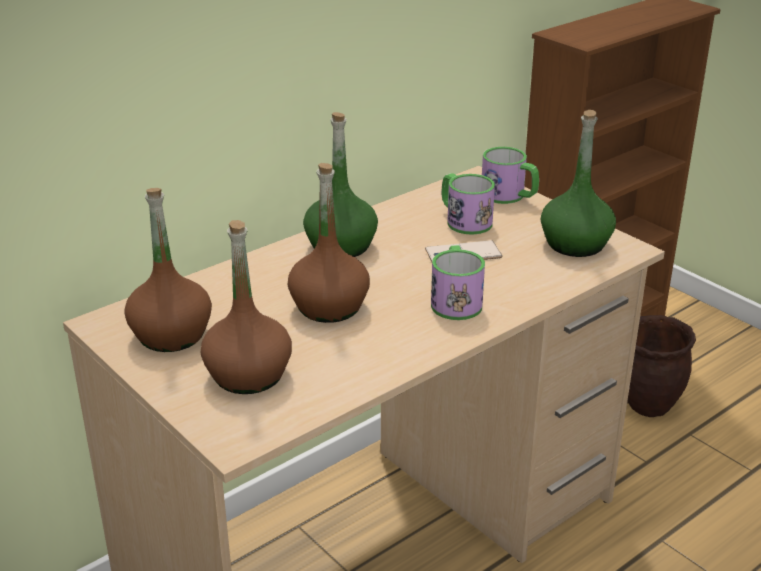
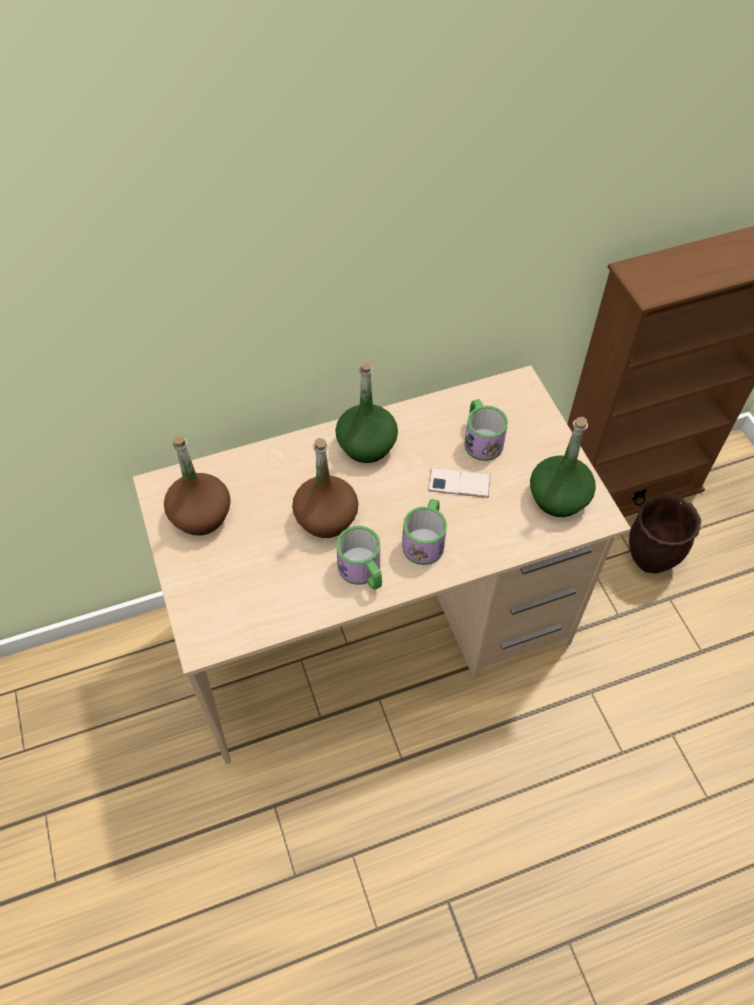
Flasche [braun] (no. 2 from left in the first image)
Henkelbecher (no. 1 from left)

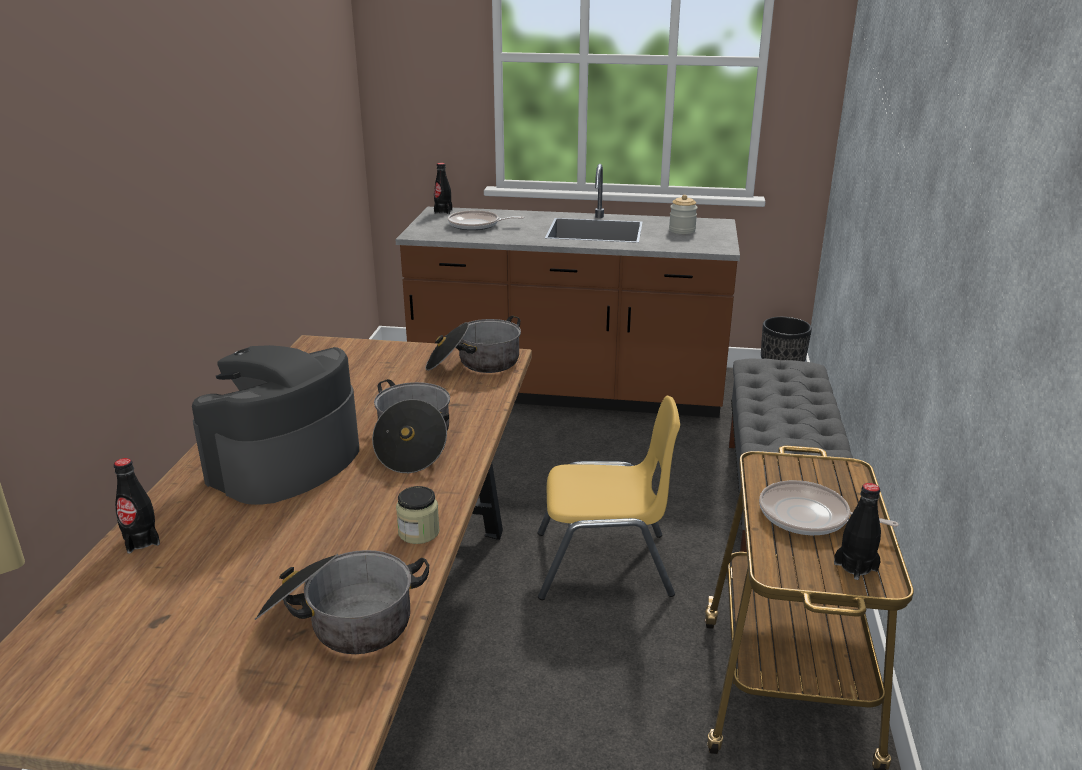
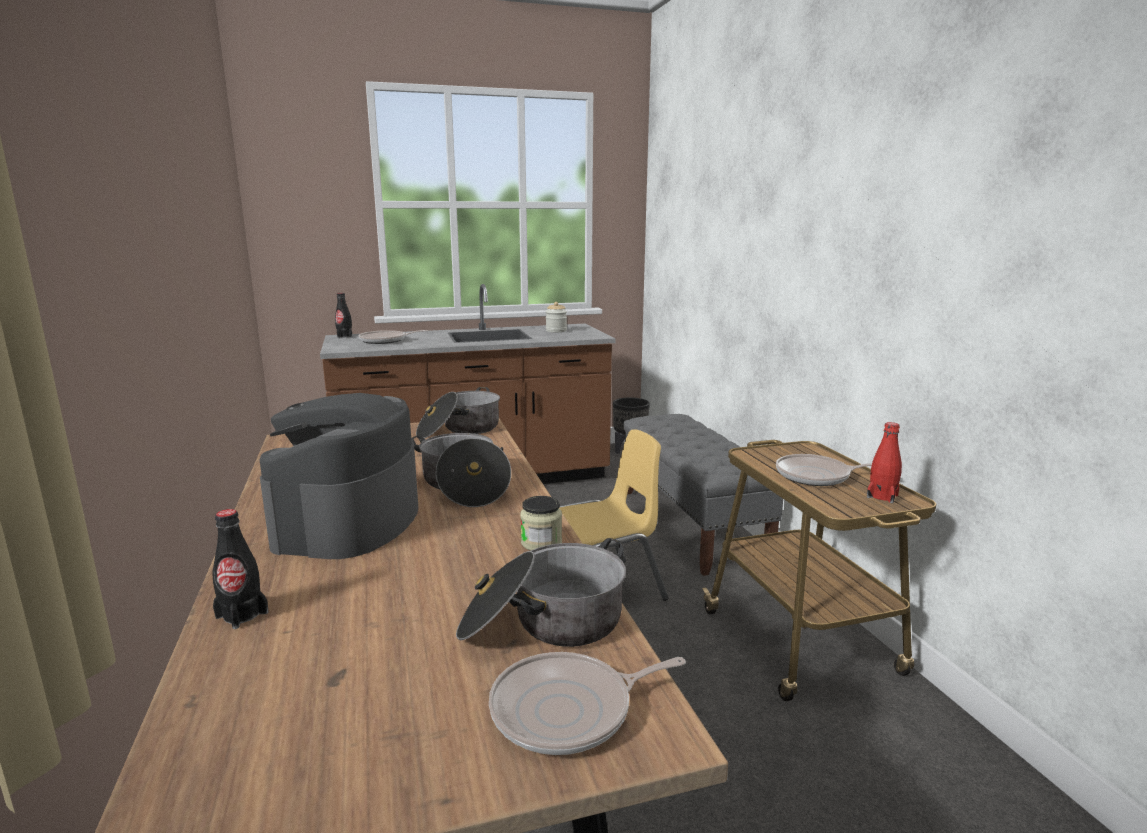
Pfanne (no. 2 from left)
Flasche [rot]

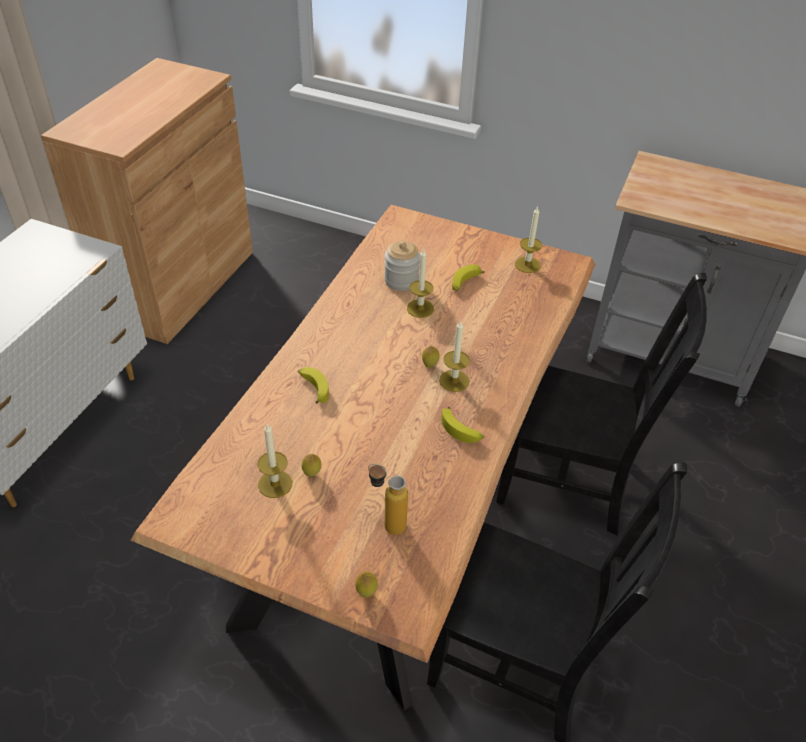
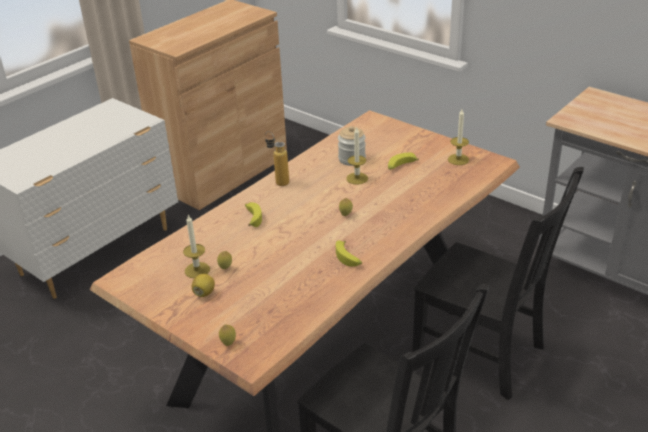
Kerze (no. 3 from left in the first image)
Zitrone (no. 1 from left)
Flasche

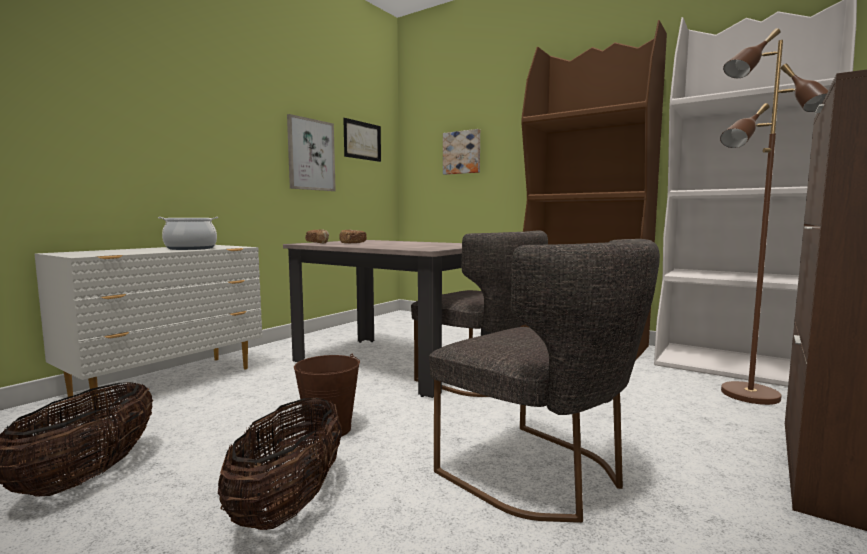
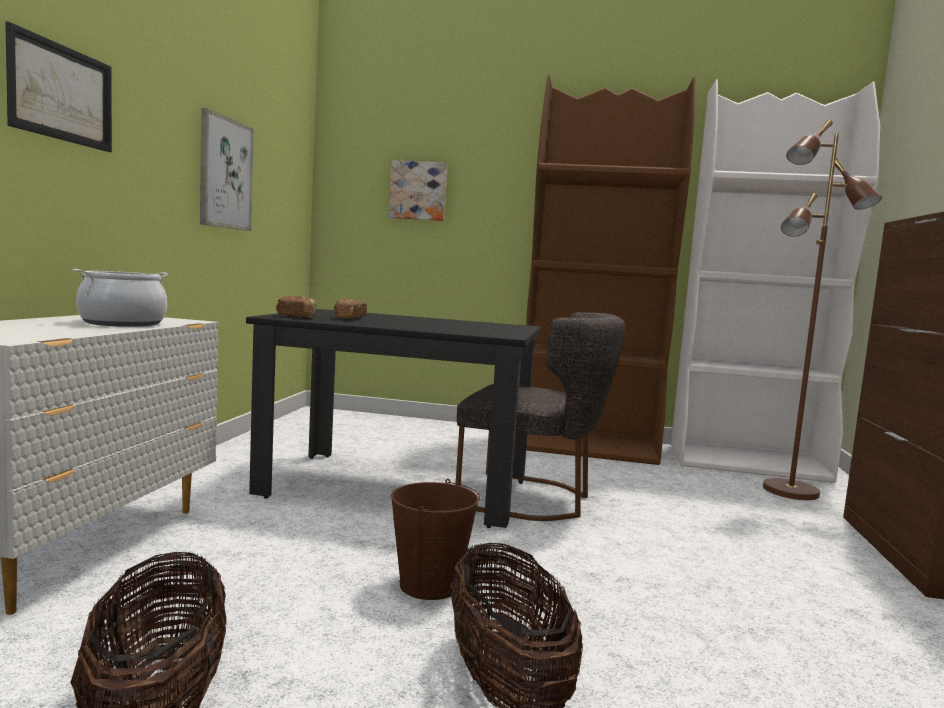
Stuhl [grau] (no. 2 from left in the first image)
Bild (no. 1 from left)
Esstisch [schwarz]

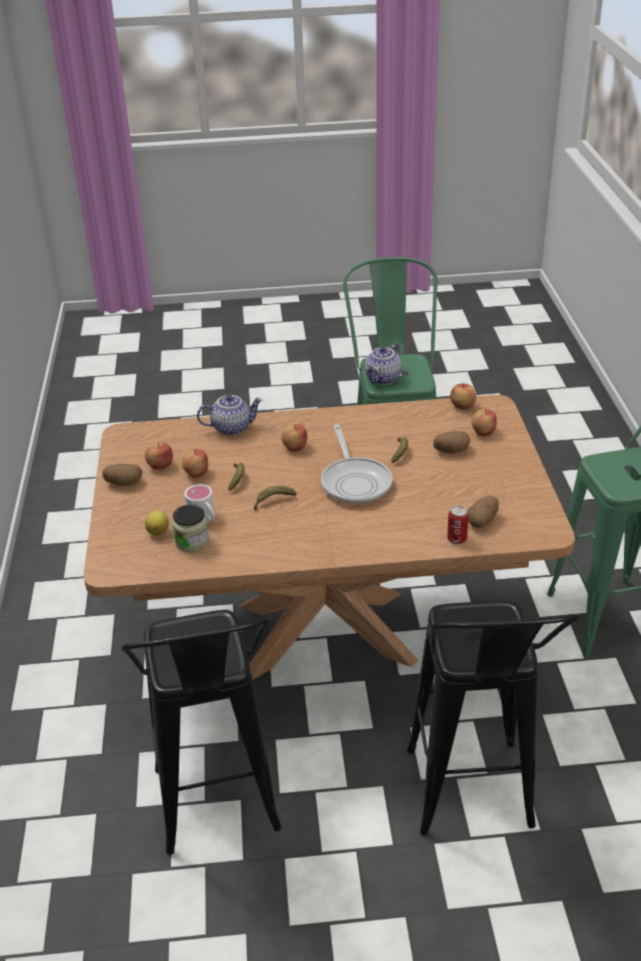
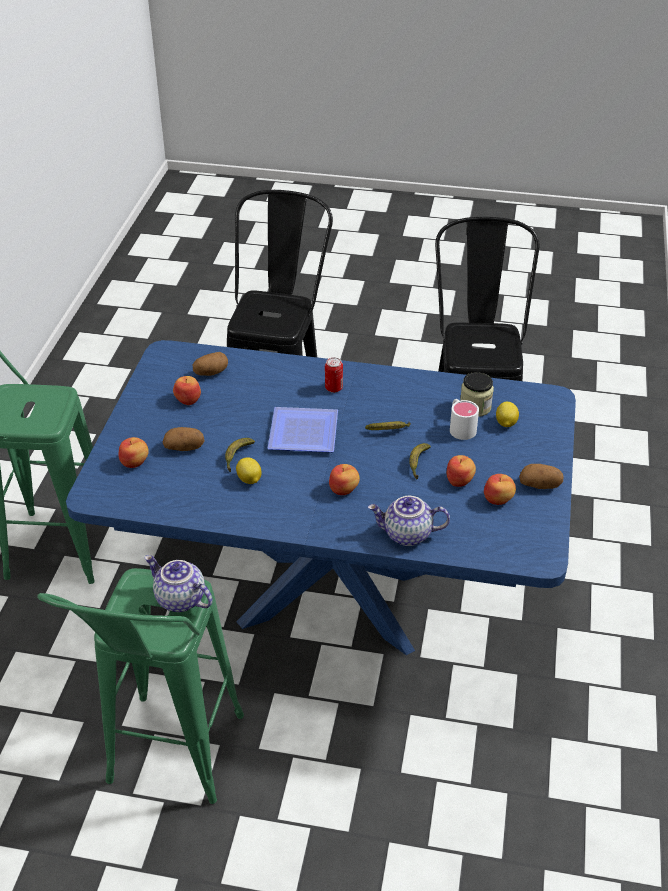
Zitrone (no. 1 from left)
Dose
Apfel (no. 2 from left)
Teller
Esstisch [blau]
Teekanne (no. 1 from left)

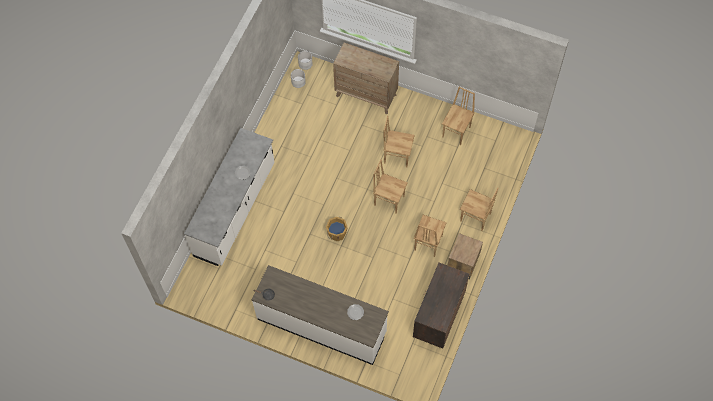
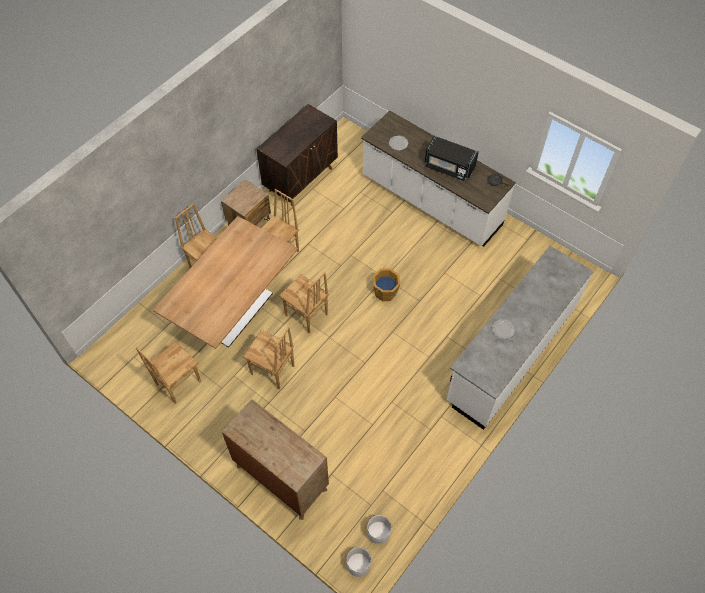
Esstisch [braun]
Mikrowelle [schwarz]

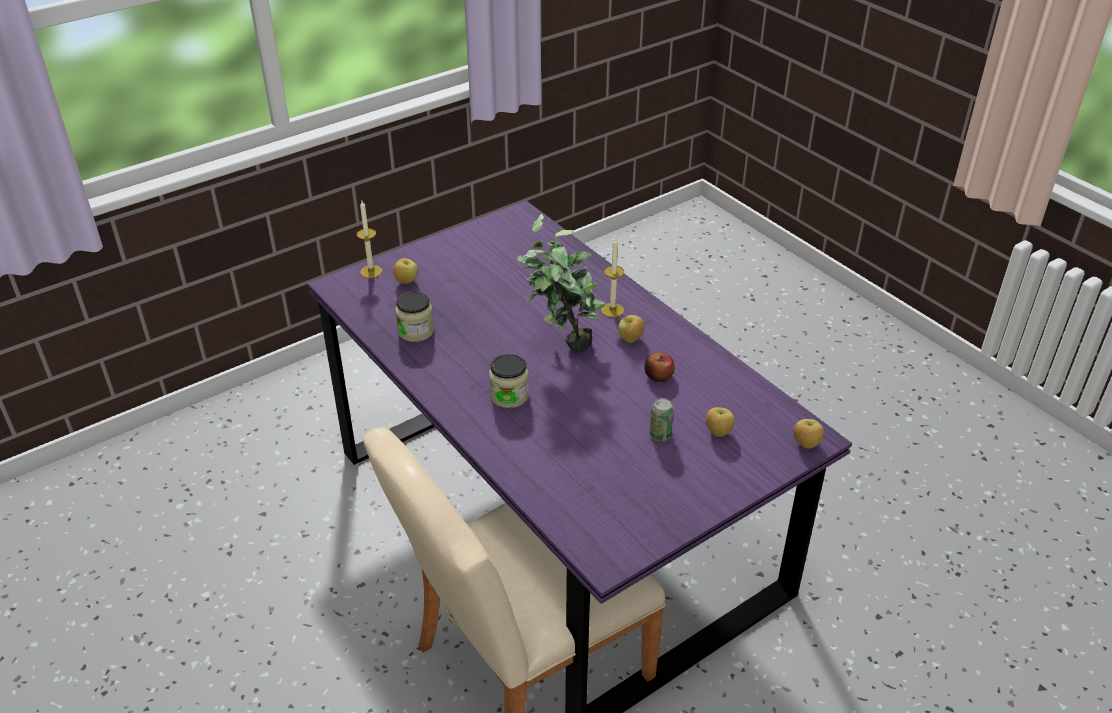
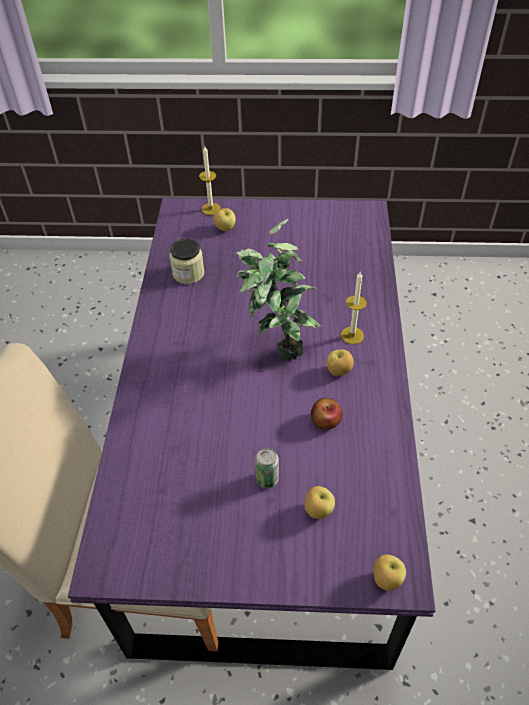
Vorratsglas (no. 2 from left in the first image)

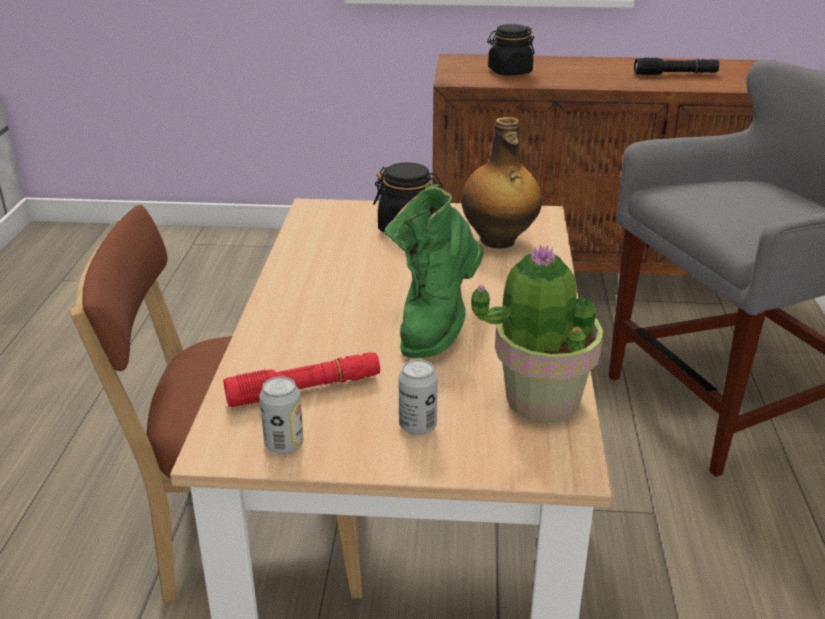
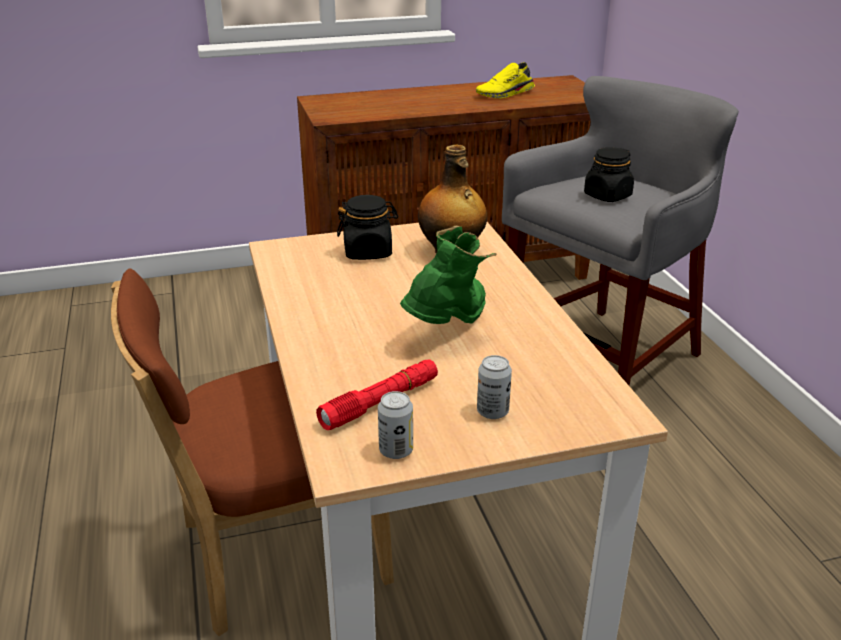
Topfpflanze
Vorratsglas [schwarz] (no. 2 from left)
Schuh [gelb]
Stiefel [grün]

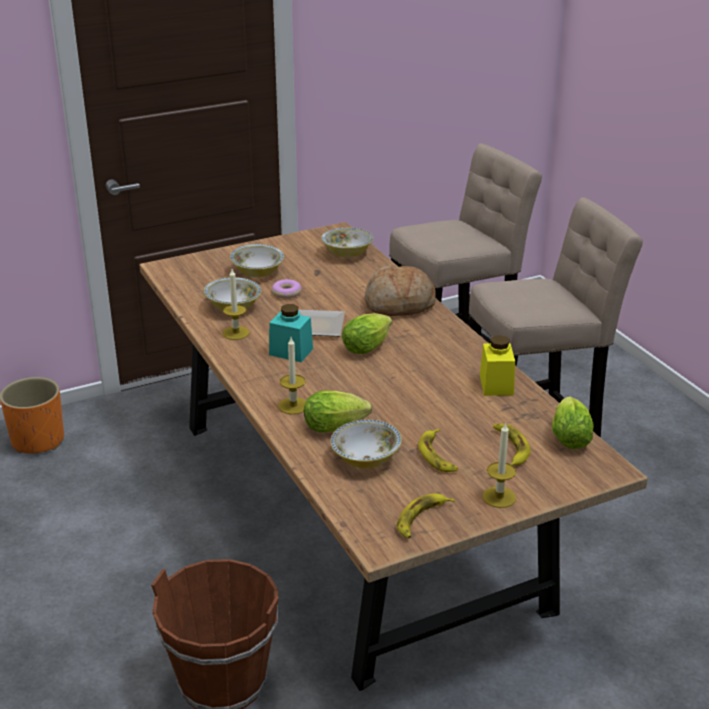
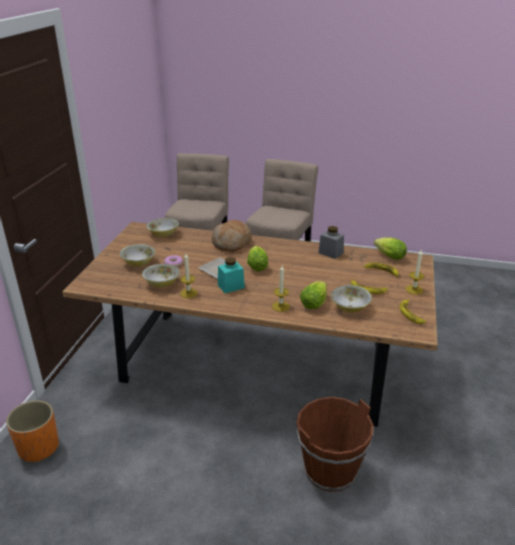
Vorratsglas [grau]

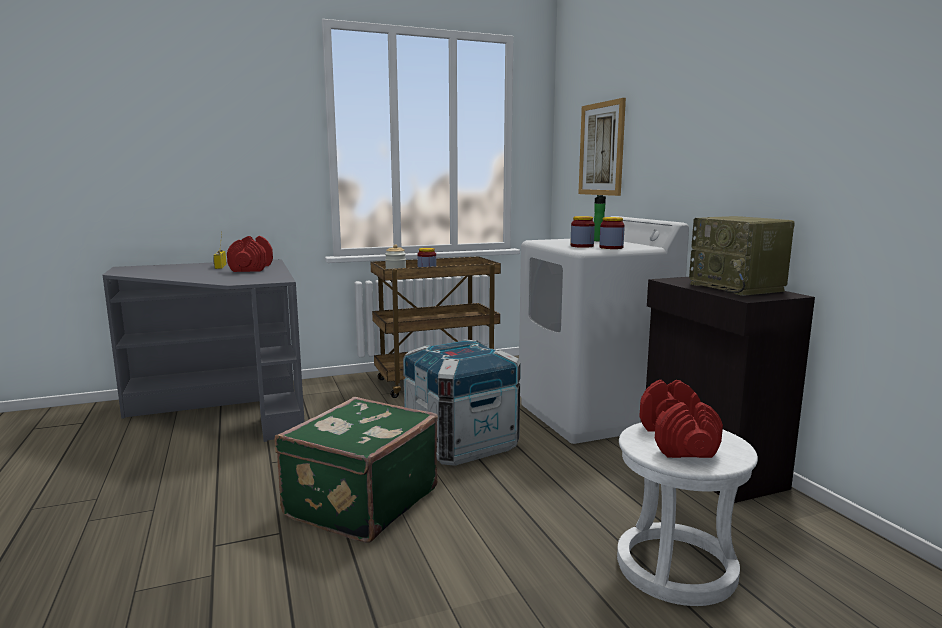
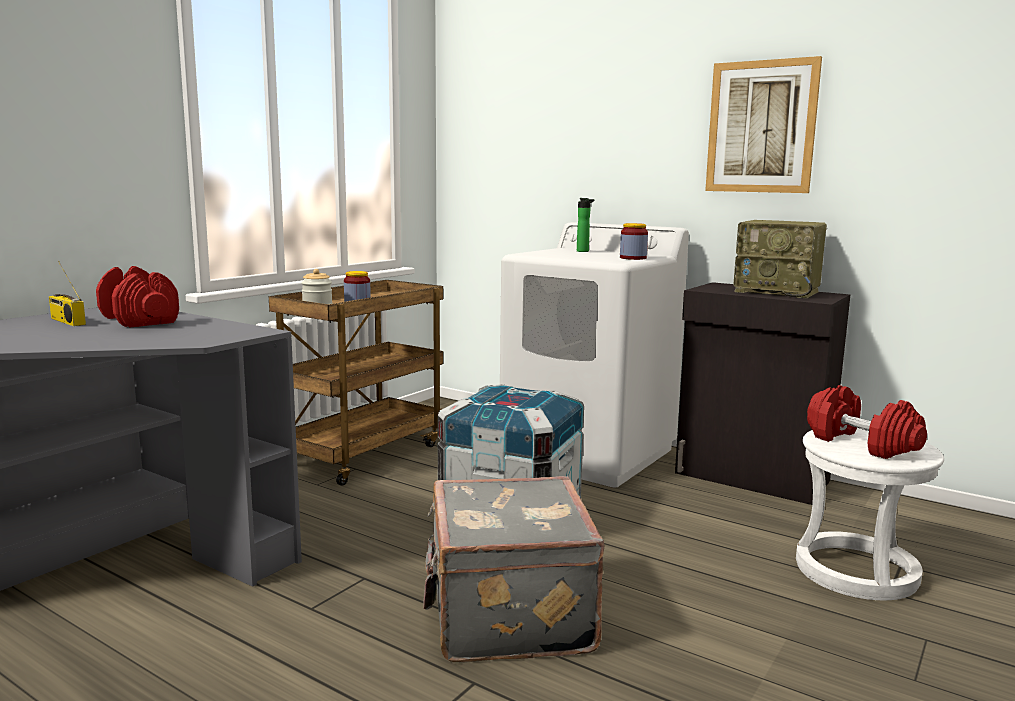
Vorratsglas (no. 3 from left in the first image)
Bild
Koffer [grau]

